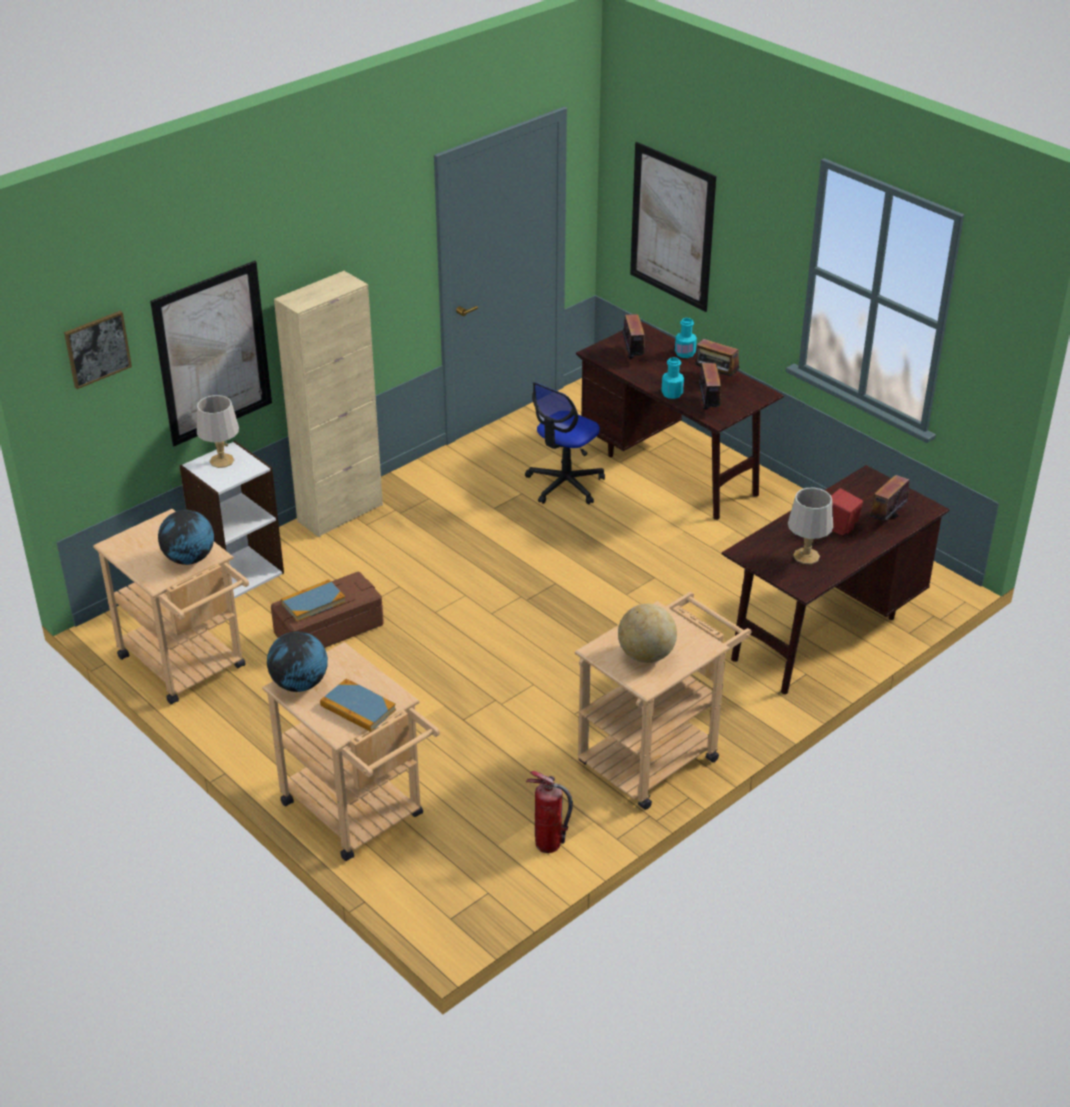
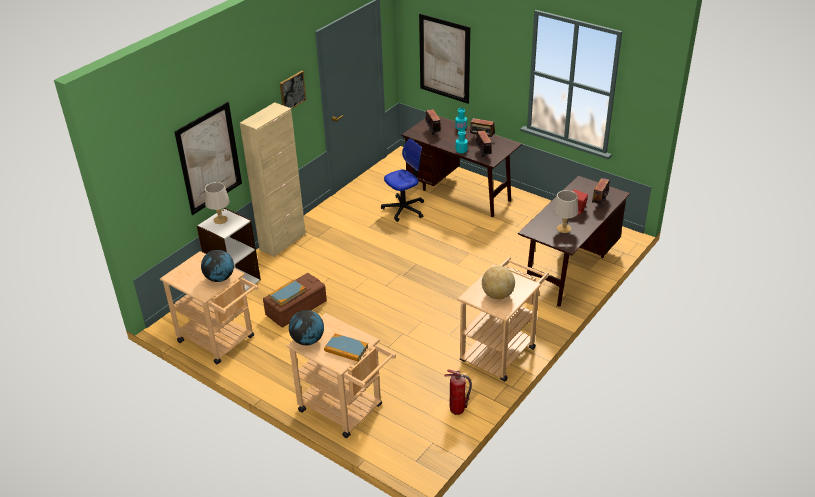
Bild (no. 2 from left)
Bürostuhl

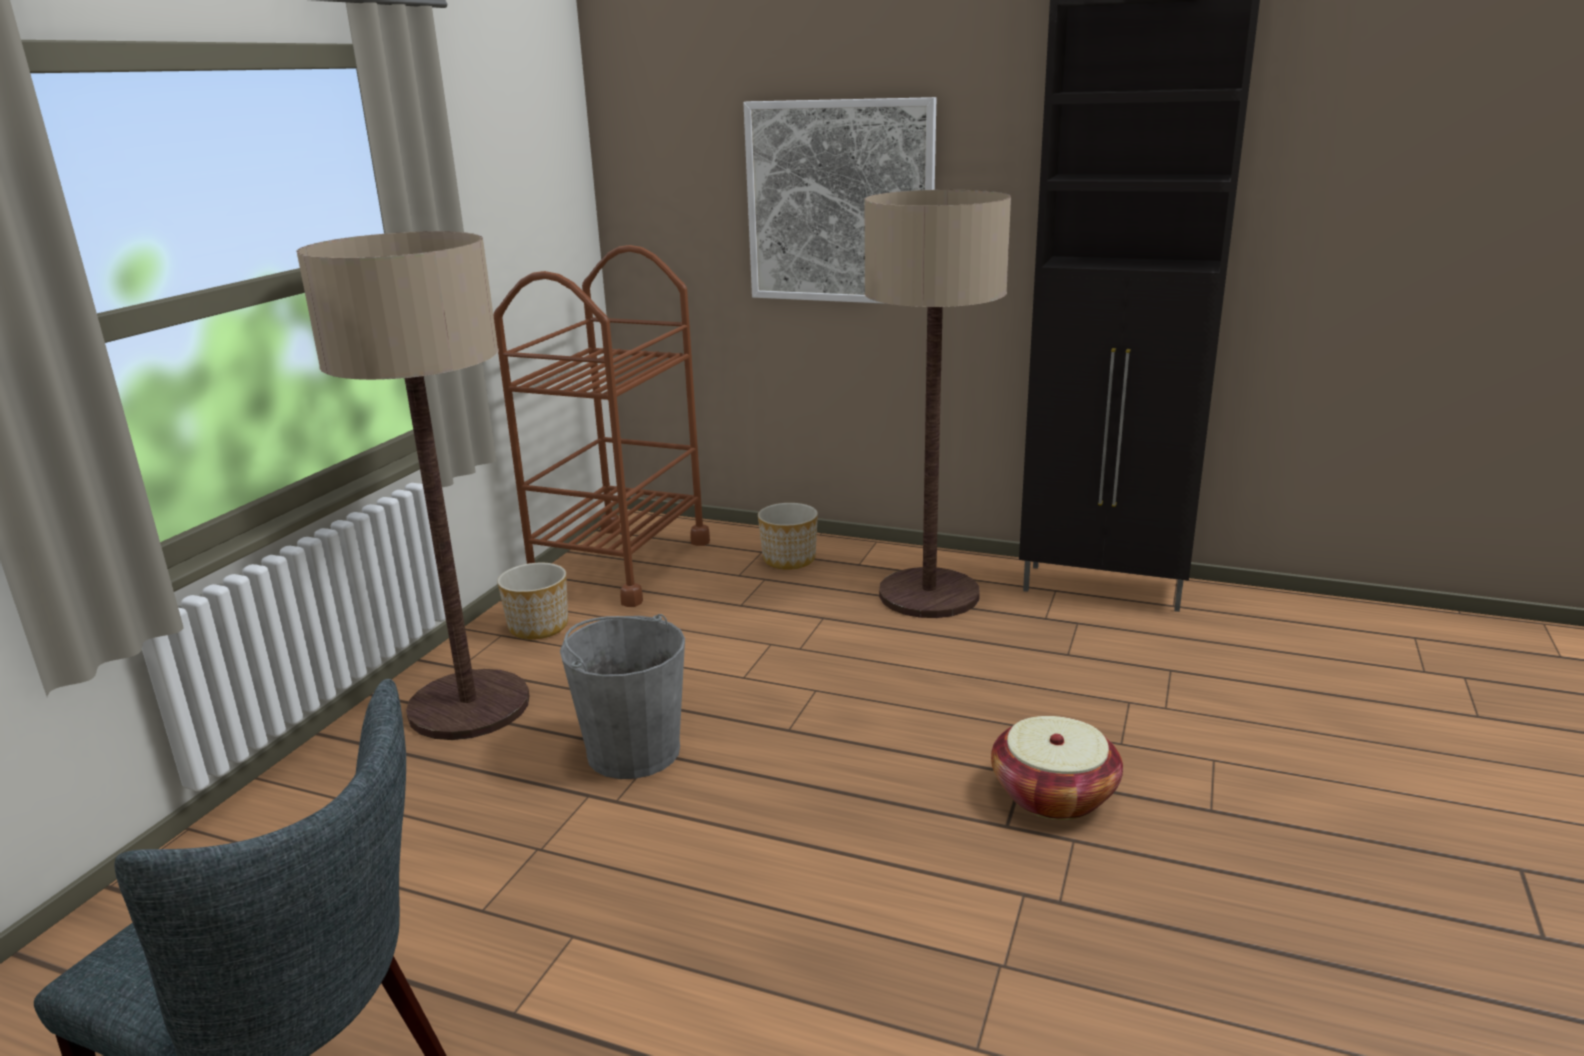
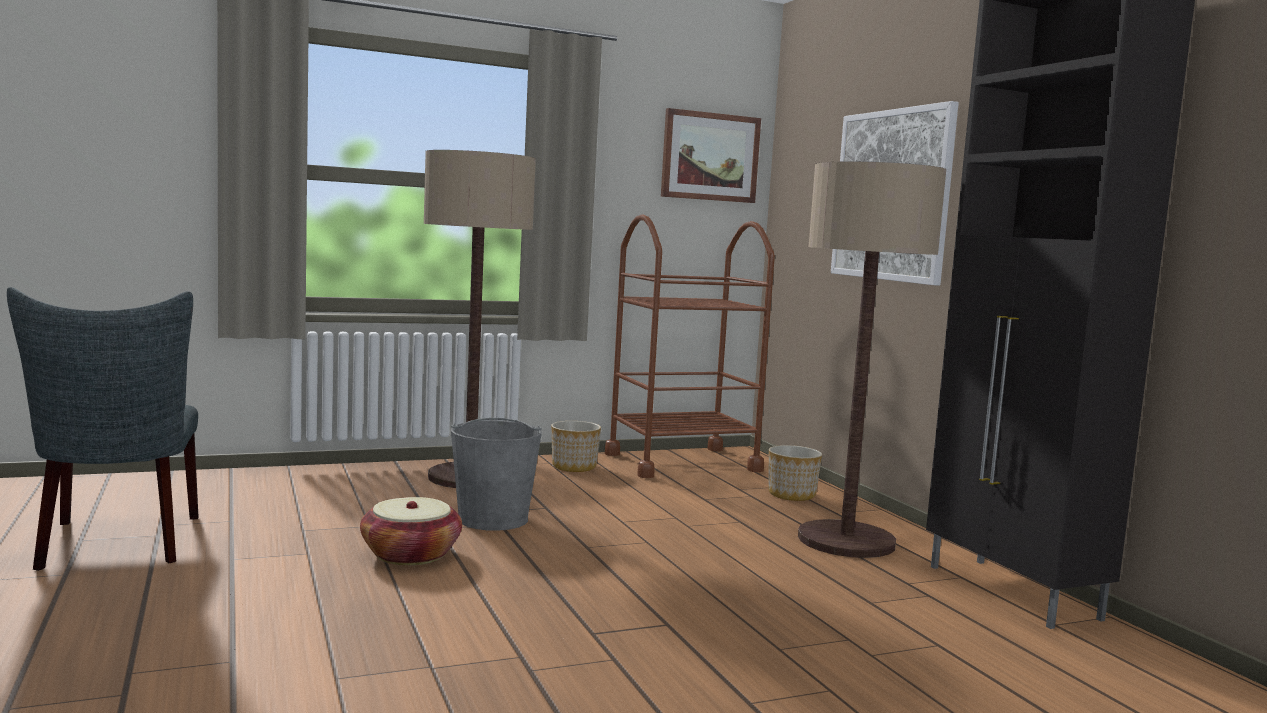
Bild (no. 1 from left)
Korb

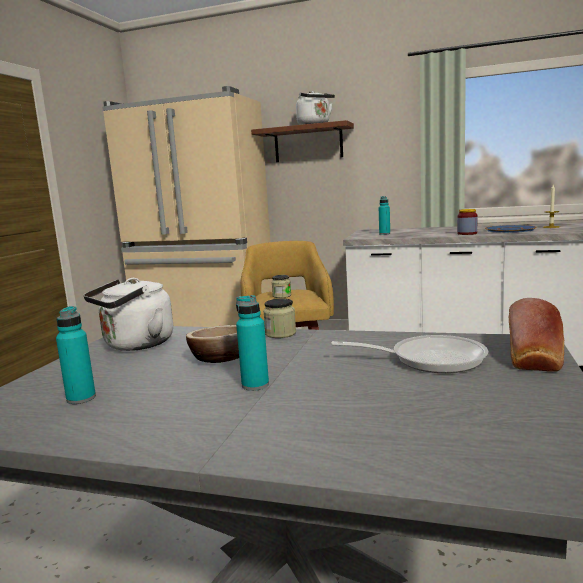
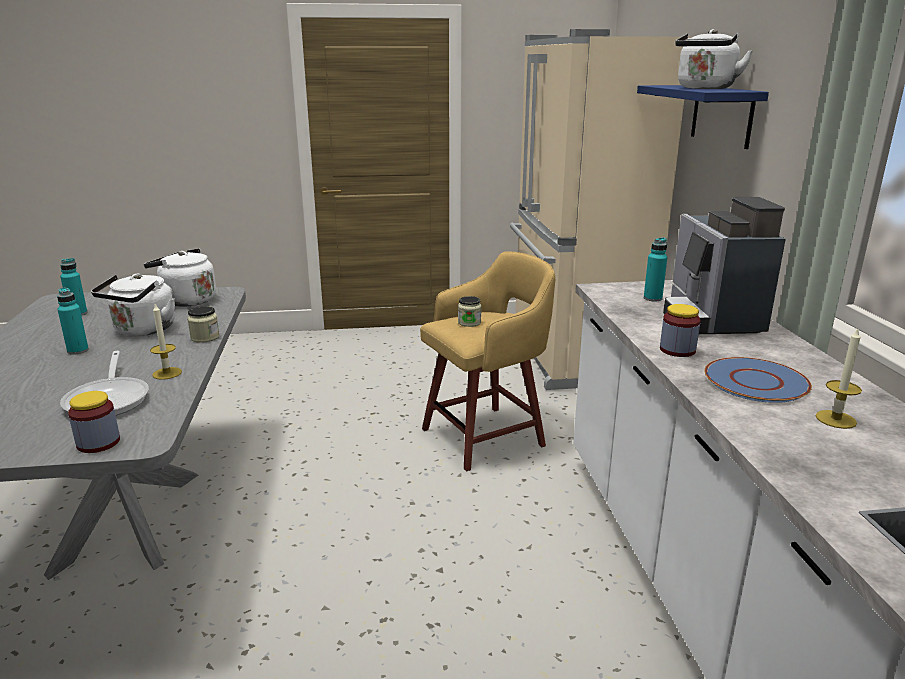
Kerze (no. 1 from left)
Kaffeemaschine
Wasserkessel [weiß] (no. 1 from left)
Vorratsglas (no. 1 from left)
Wandregal [blau]

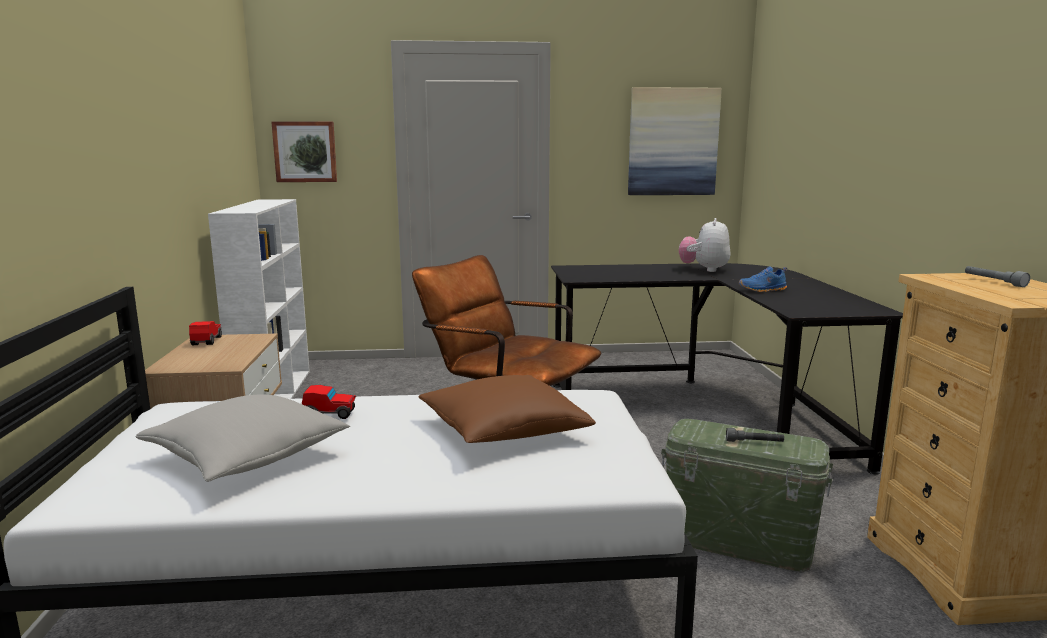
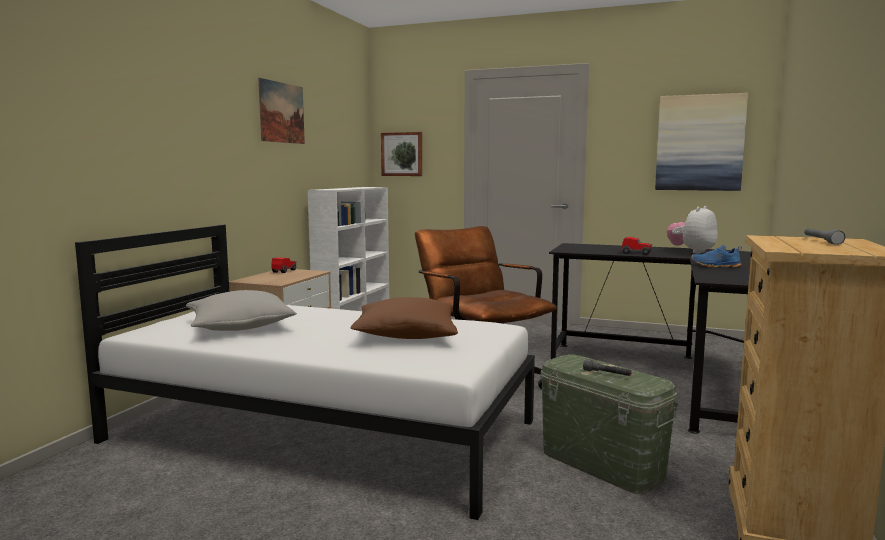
Bild (no. 1 from left)
Spielzeugauto (no. 2 from left)

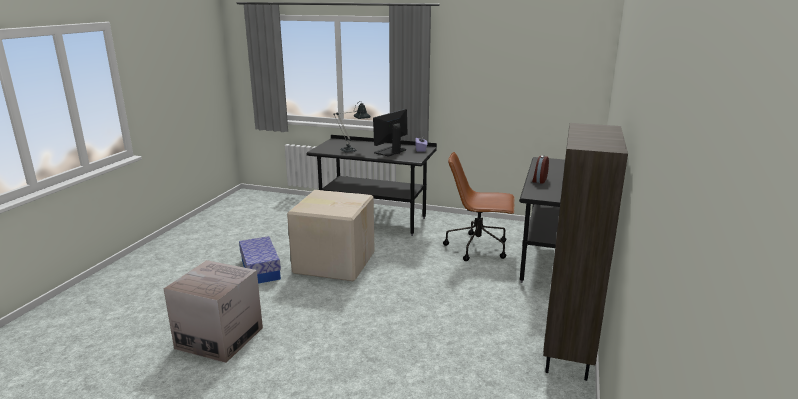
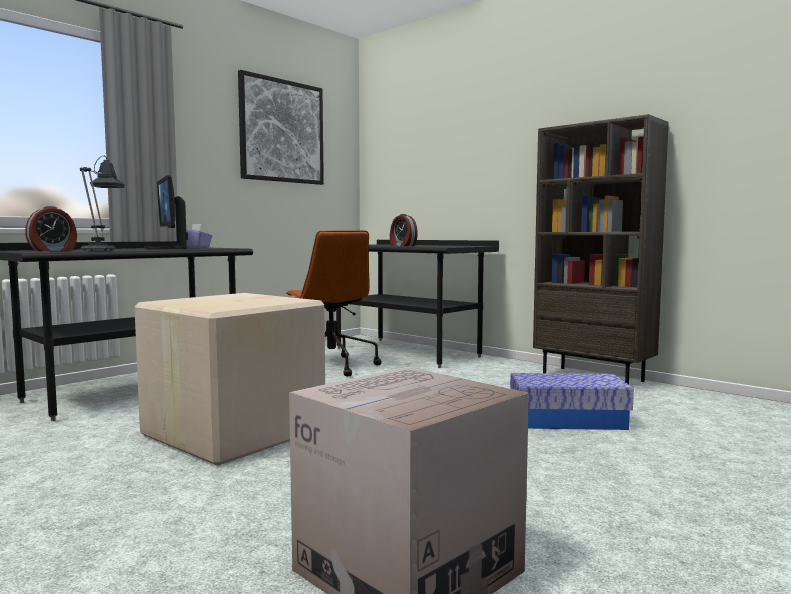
Wecker (no. 1 from left)
Bild
Aufbewahrungsbox
Bürostuhl [braun]

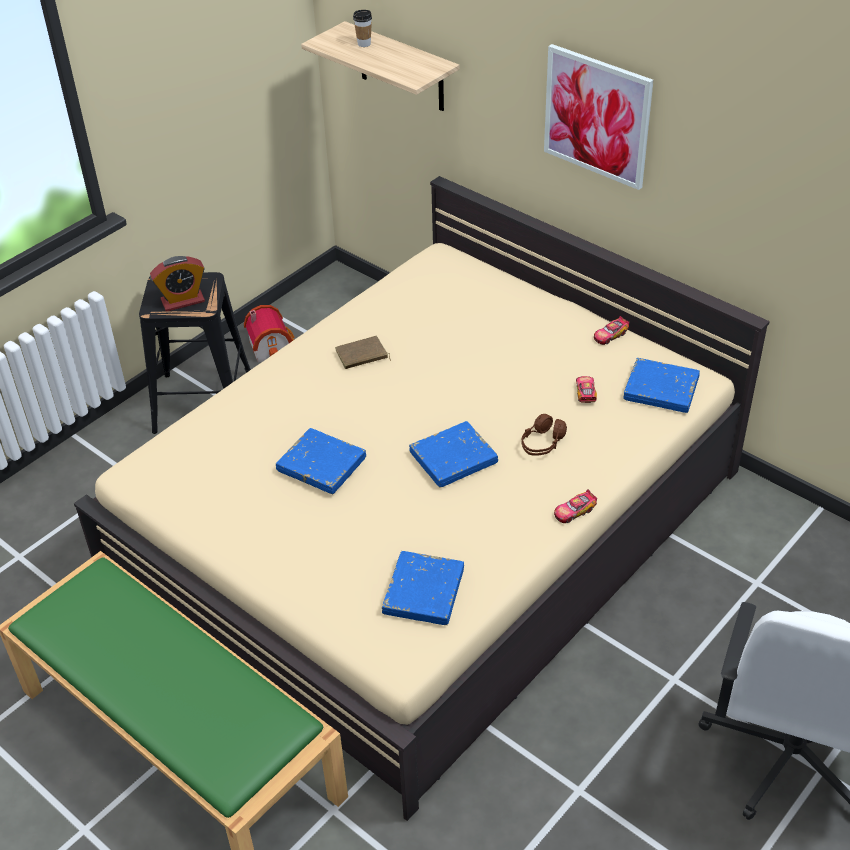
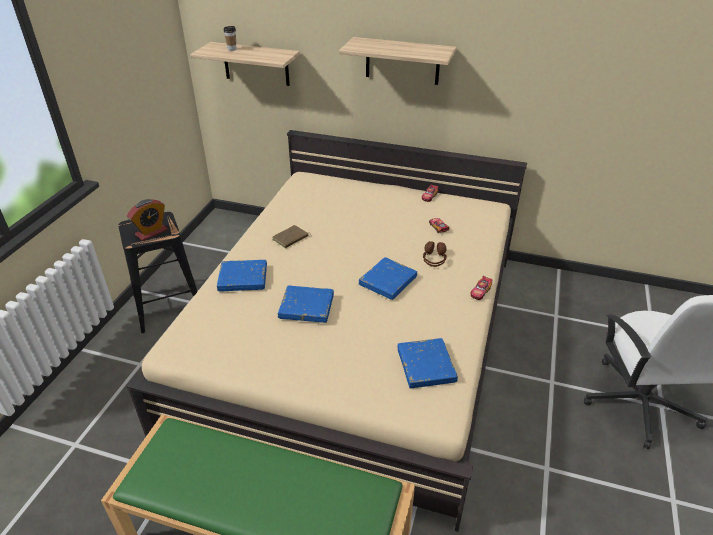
Spielzeughaus
Buch [blau] (no. 1 from left)
Wandregal (no. 2 from left)

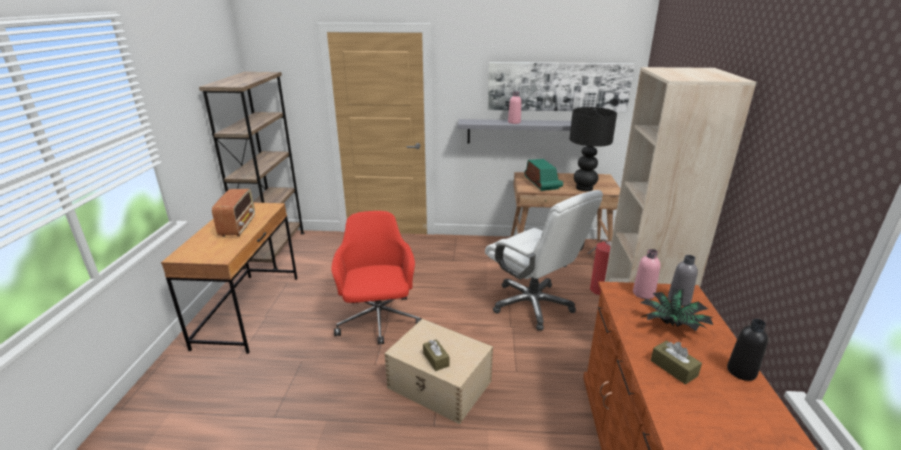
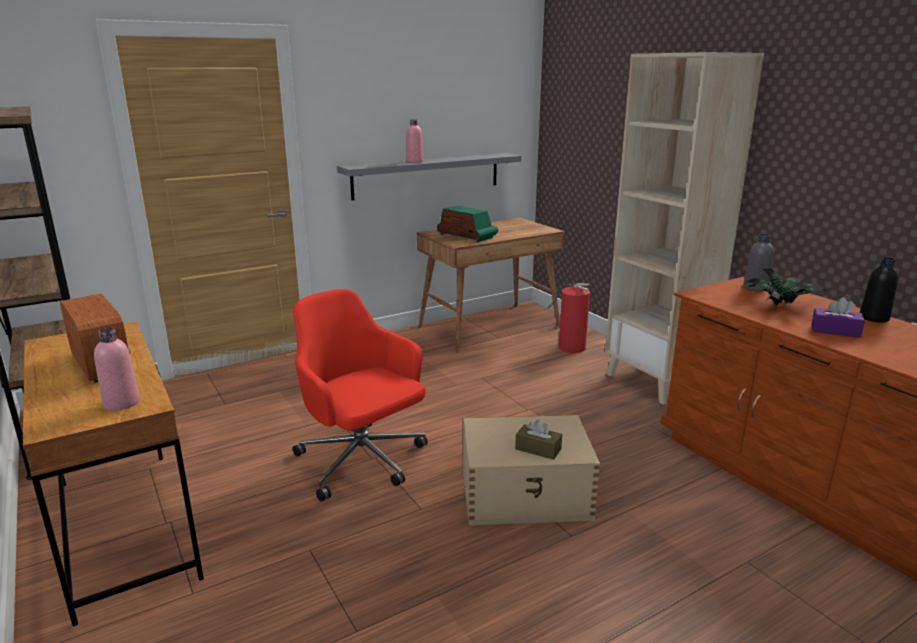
Bürostuhl [weiß]
Bild
Tischlampe [schwarz]
Flasche [rosa] (no. 1 from left)
Taschentuchbox [lila]

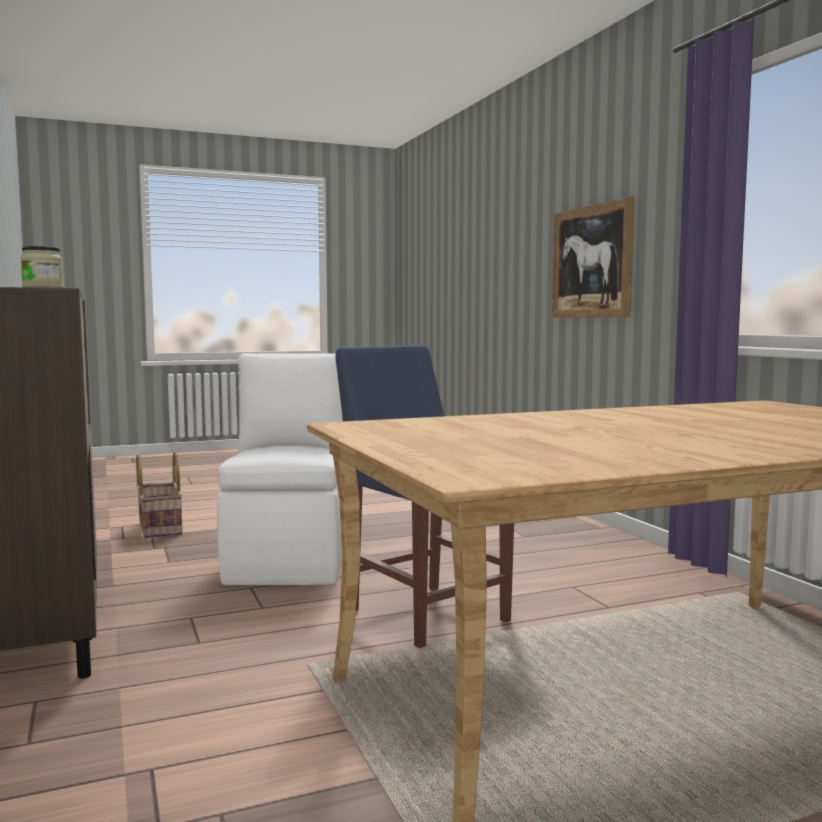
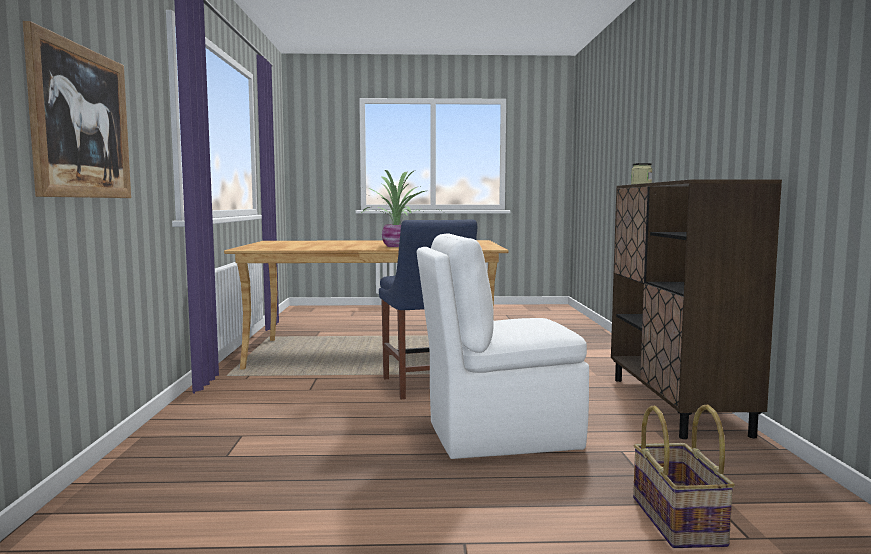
Topfpflanze
Stuhl [weiß]

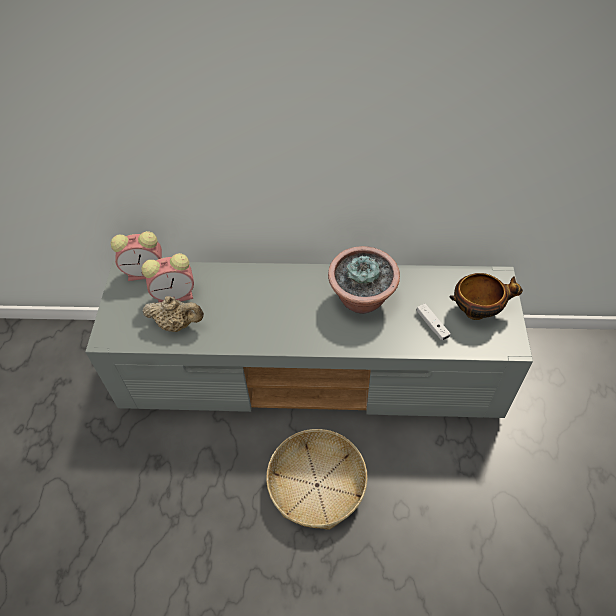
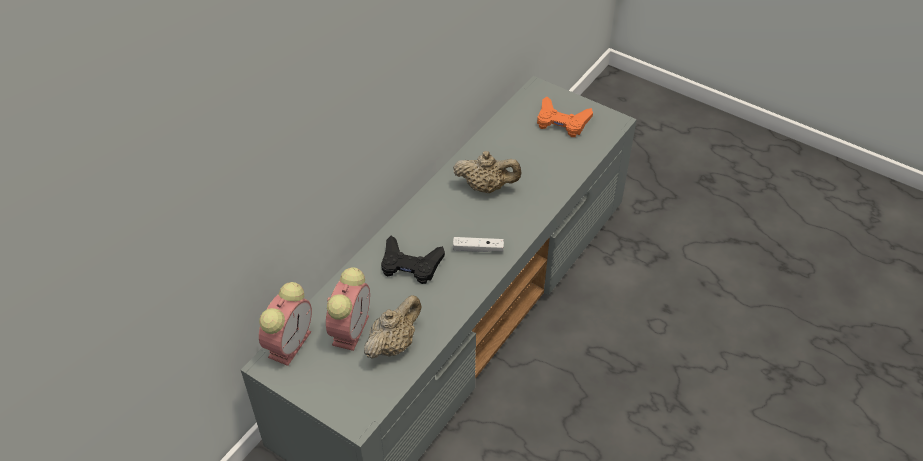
Korb
Gamepad [schwarz]
Gamepad [weiß]
Teekanne [beige] (no. 2 from left)
Gamepad [orange]

